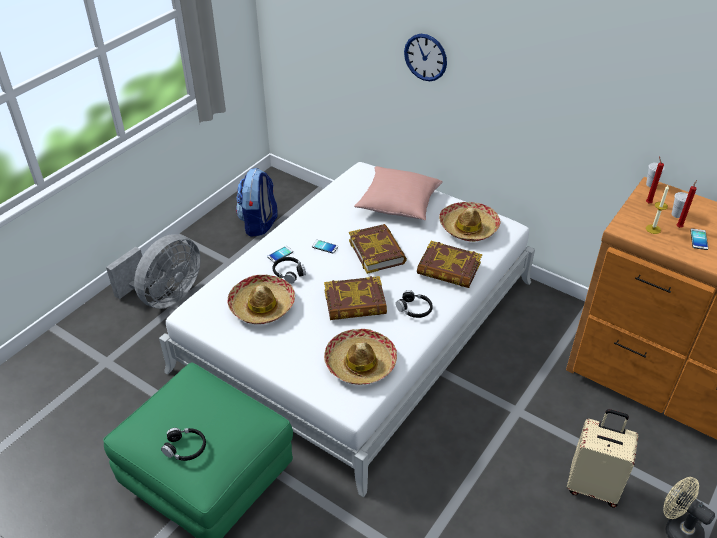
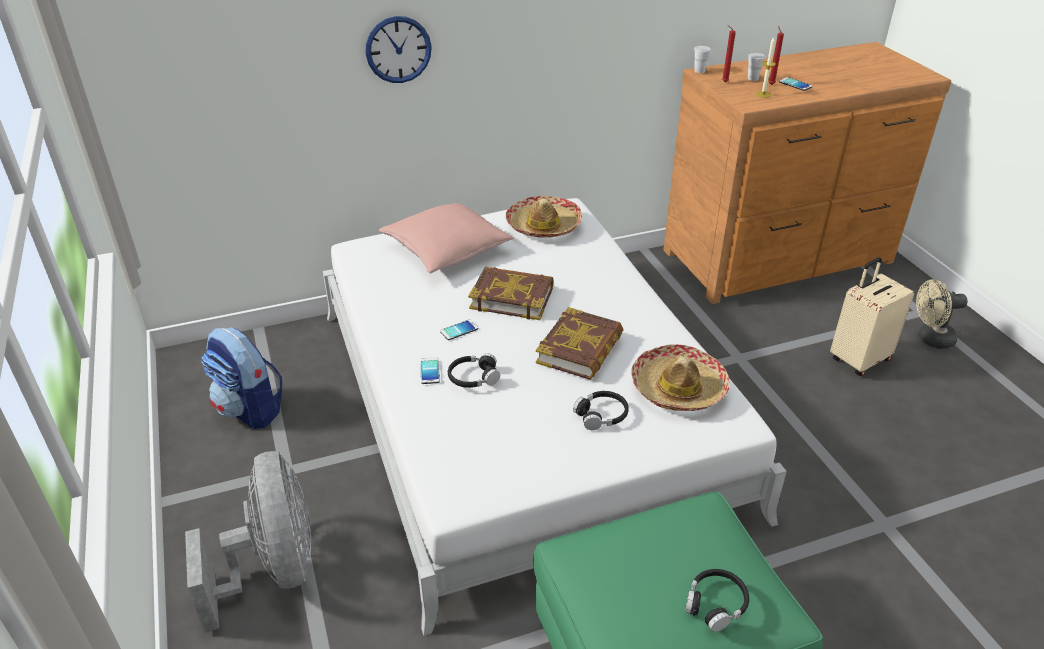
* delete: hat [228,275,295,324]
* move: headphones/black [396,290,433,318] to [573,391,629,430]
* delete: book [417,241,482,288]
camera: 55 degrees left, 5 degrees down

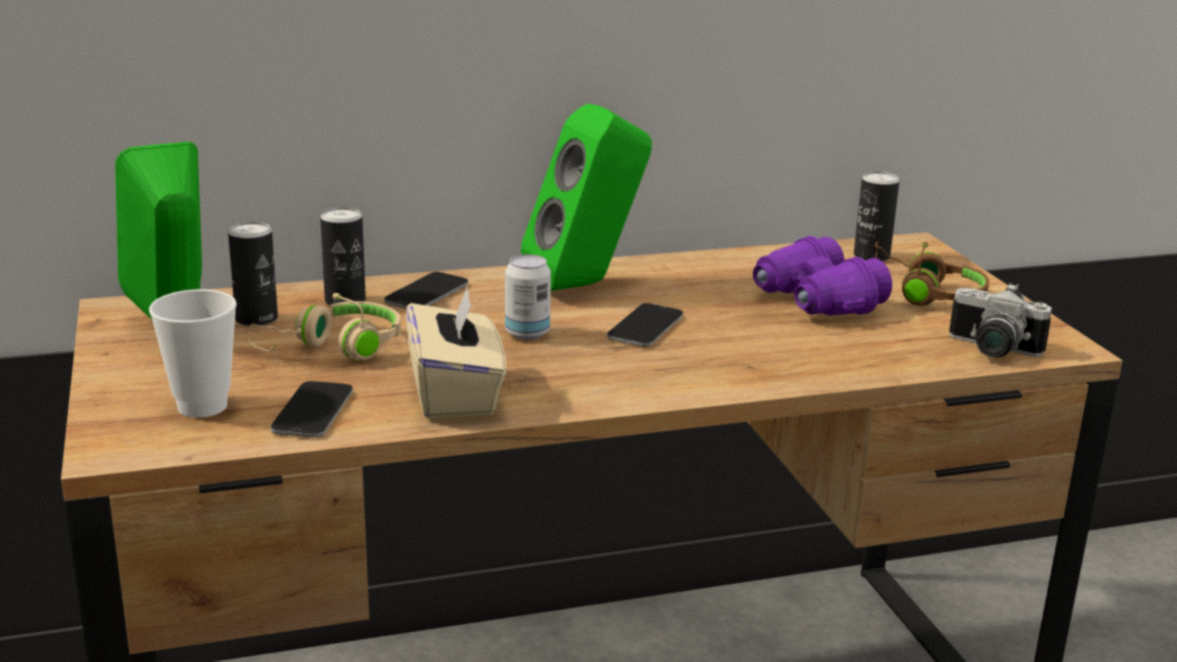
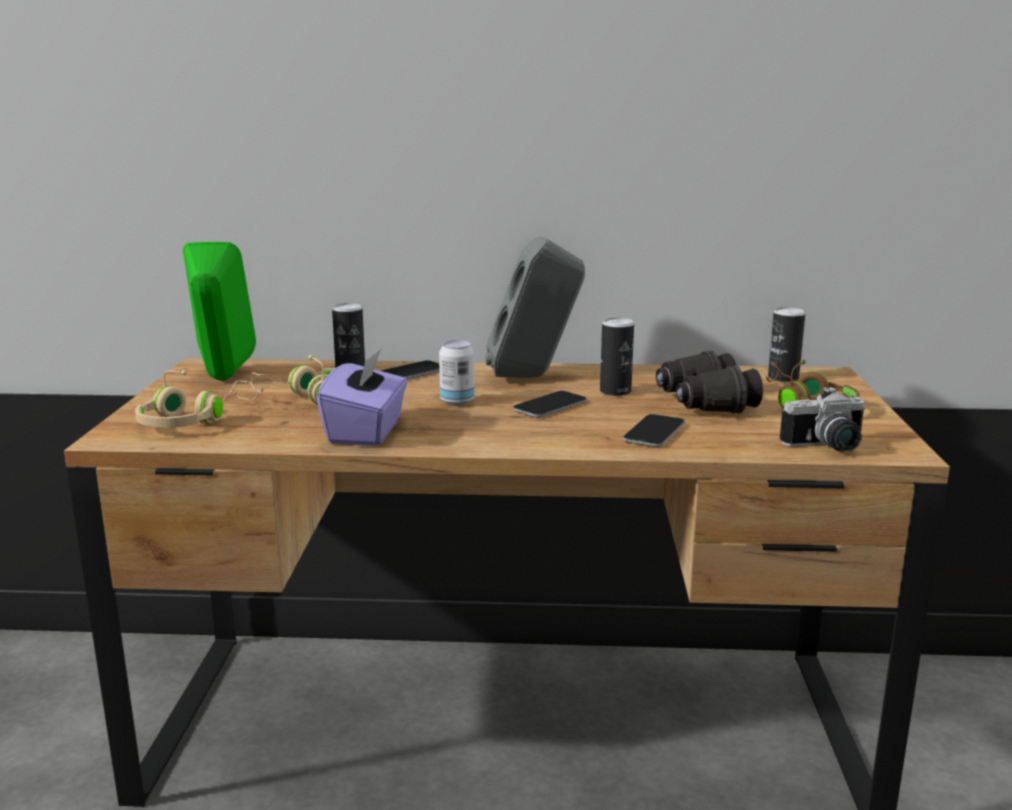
* replace: cup [149,289,237,418] to headphones/beige [135,370,257,428]
* move: can [228,222,278,326] to [600,318,634,396]
* move: phone [270,381,353,437] to [623,414,684,447]
* recolor: tissue box/beige [406,285,506,419] to tissue box/purple [317,348,408,446]
* recolor: speaker/green [521,103,652,291] to speaker/grey [485,236,585,378]
* recolor: binoculars/purple [753,236,892,316] to binoculars/black [656,351,763,414]
* rotate: photo camera [949,283,1052,358] = [780,387,865,452] 60 degrees counterclockwise
camera: 20 degrees right, 5 degrees down

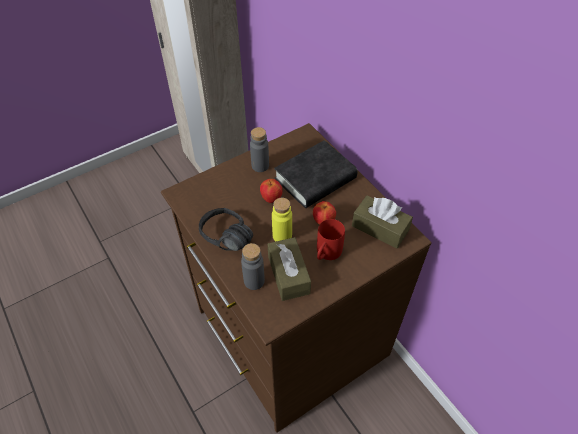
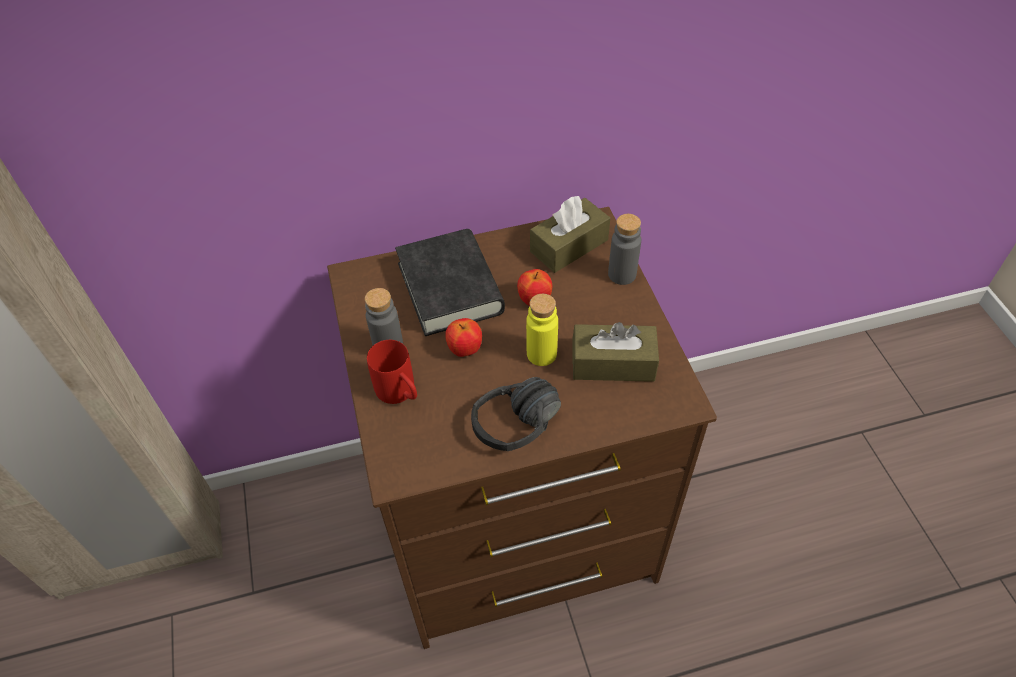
* move: bottle/grey [241,243,265,290] to [608,214,641,285]
* move: mug/red [317,219,345,260] to [367,340,417,404]
camera: 70 degrees left, 0 degrees up

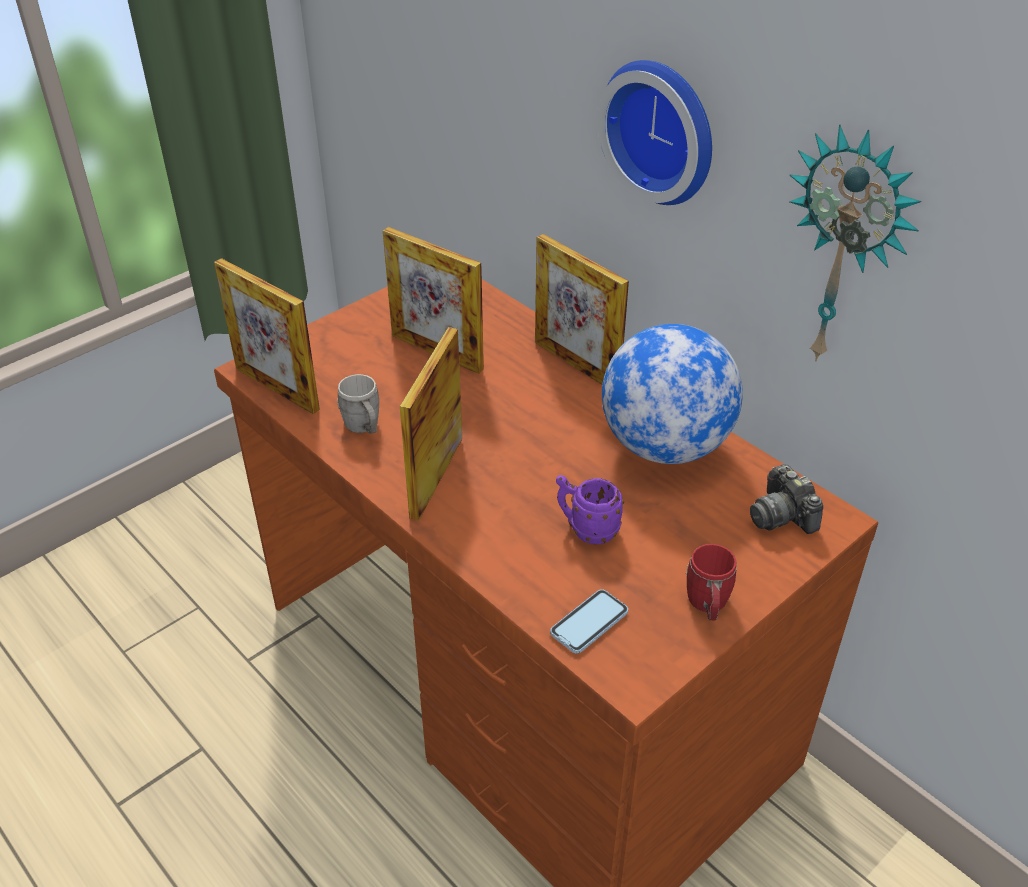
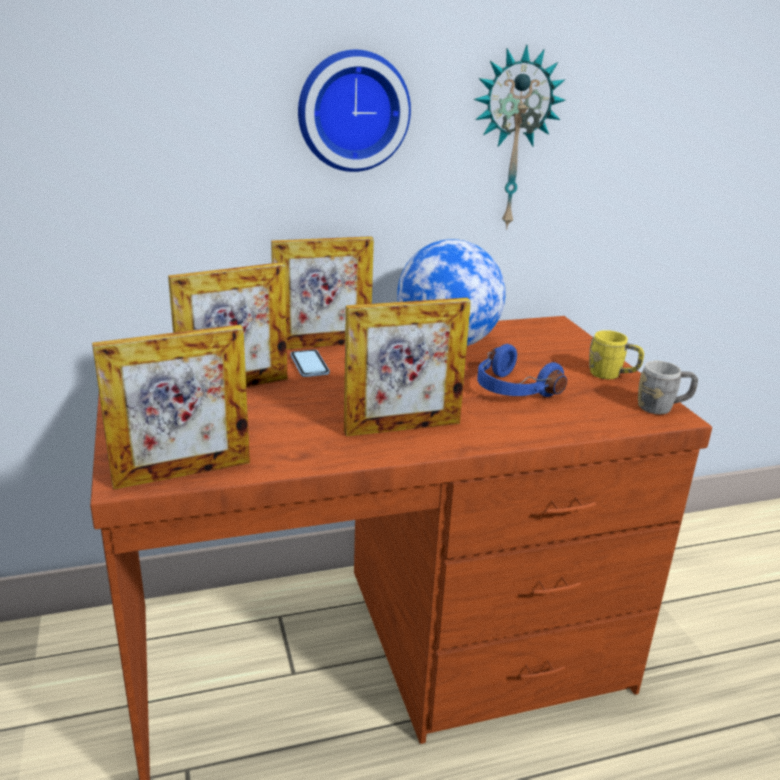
* move: mug/grey [337,374,379,434] to [638,361,698,415]
* rotate: picture frame [400,327,462,520] = [344,298,471,437] 60 degrees counterclockwise
* move: phone [550,589,628,653] to [290,350,330,377]
* replace: mug/purple [556,475,624,544] to headphones/blue [477,344,567,397]
* recolor: mug/red [686,544,737,621] to mug/yellow [589,330,644,379]
* delete: photo camera [750,464,823,534]
camera: 65 degrees left, 15 degrees down

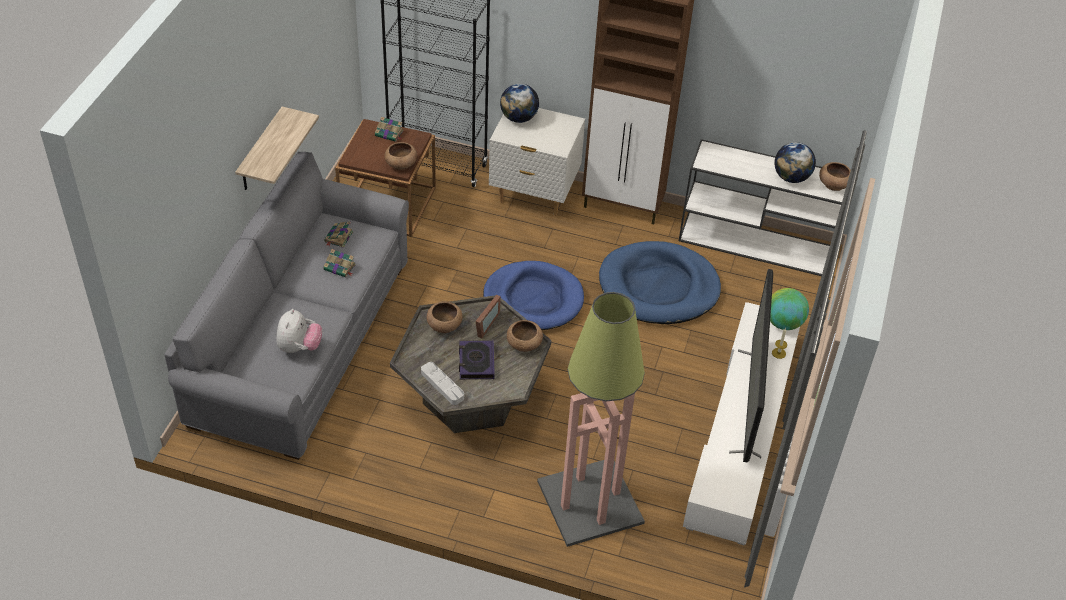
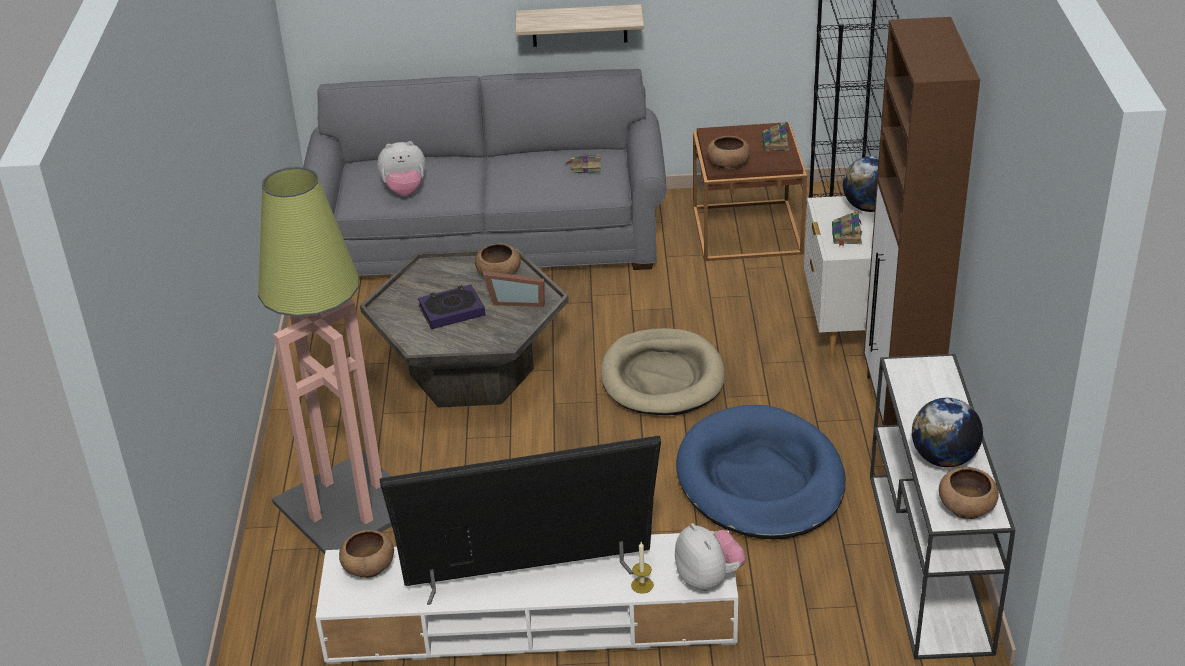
* move: book [324,249,356,277] to [832,211,862,246]
* delete: tray/grey [421,362,464,405]
* recolor: dog bed/blue [483,261,584,330] to dog bed/beige [601,328,725,415]
* move: bowl/brown [507,320,543,352] to [339,530,394,578]
* replace: globe [770,288,809,330] to plush toy [675,523,746,591]
camera: 75 degrees right, 10 degrees down

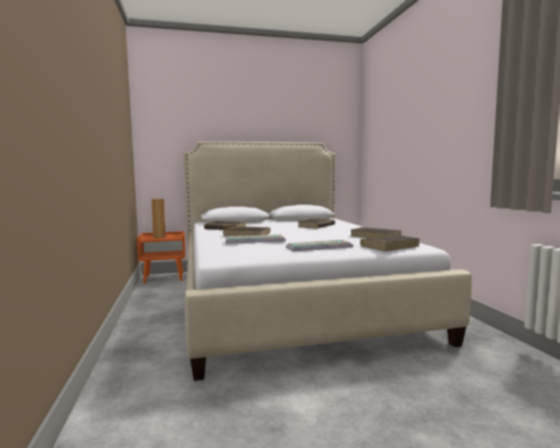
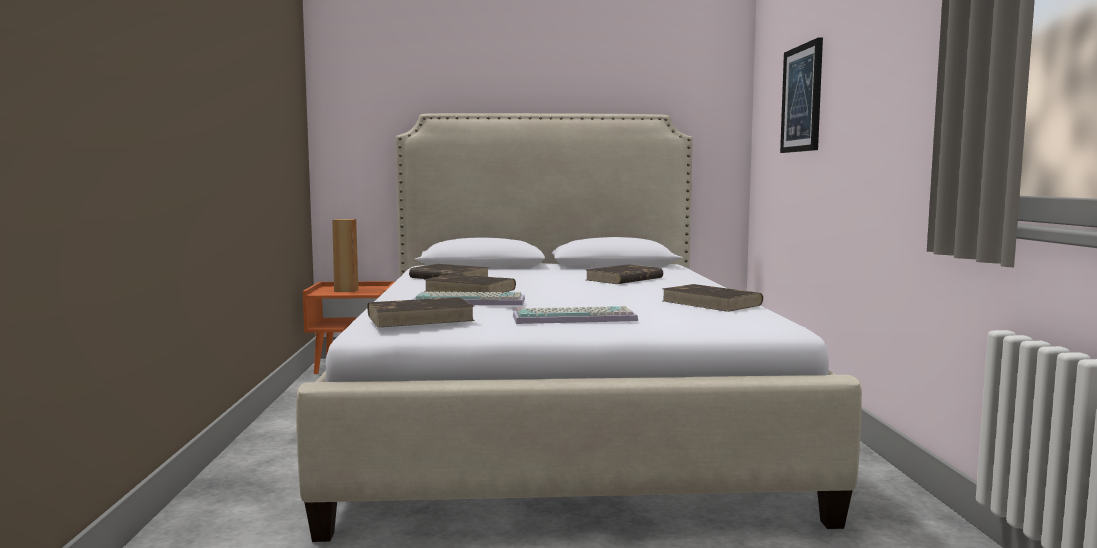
* move: book/brown [360,235,420,252] to [368,297,475,328]
* insert: picture [780,38,823,153]
camera: 10 degrees right, 0 degrees up

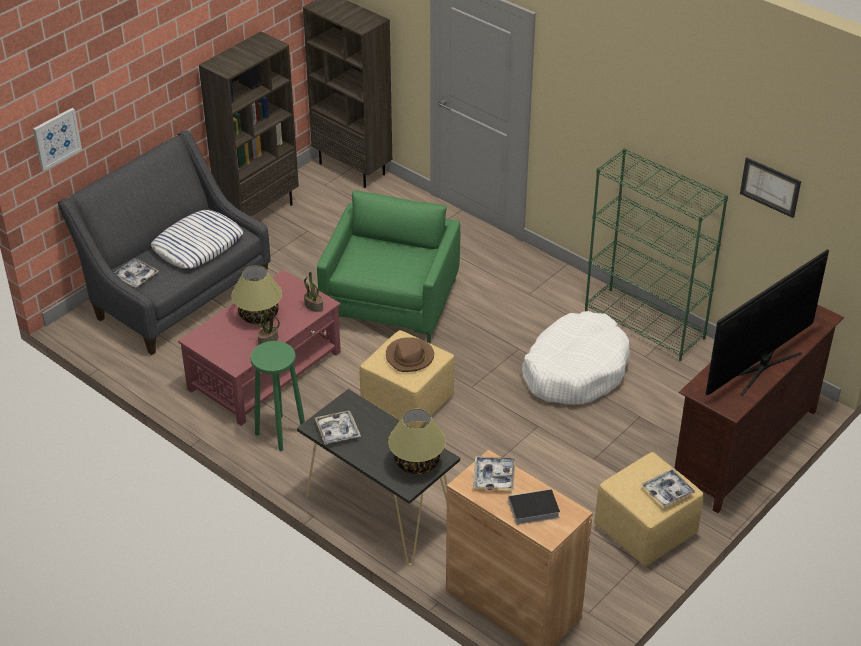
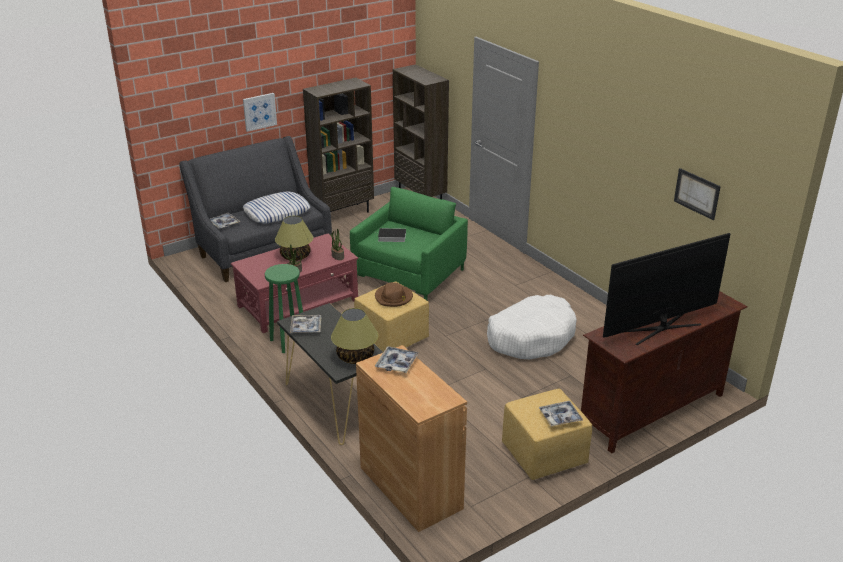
* move: picture [33,108,82,171] to [243,93,277,132]
* move: book [501,489,560,525] to [375,228,406,242]
* delete: bookcase/green [585,148,728,361]
camera: 15 degrees right, 10 degrees down

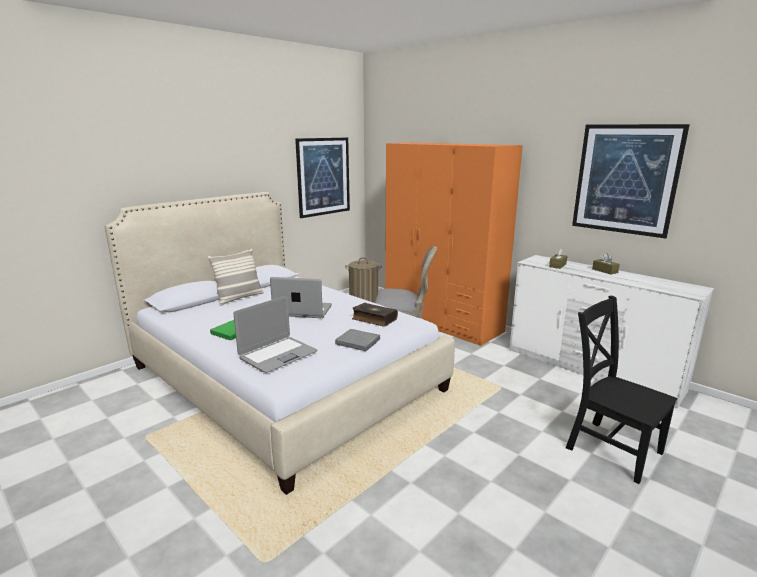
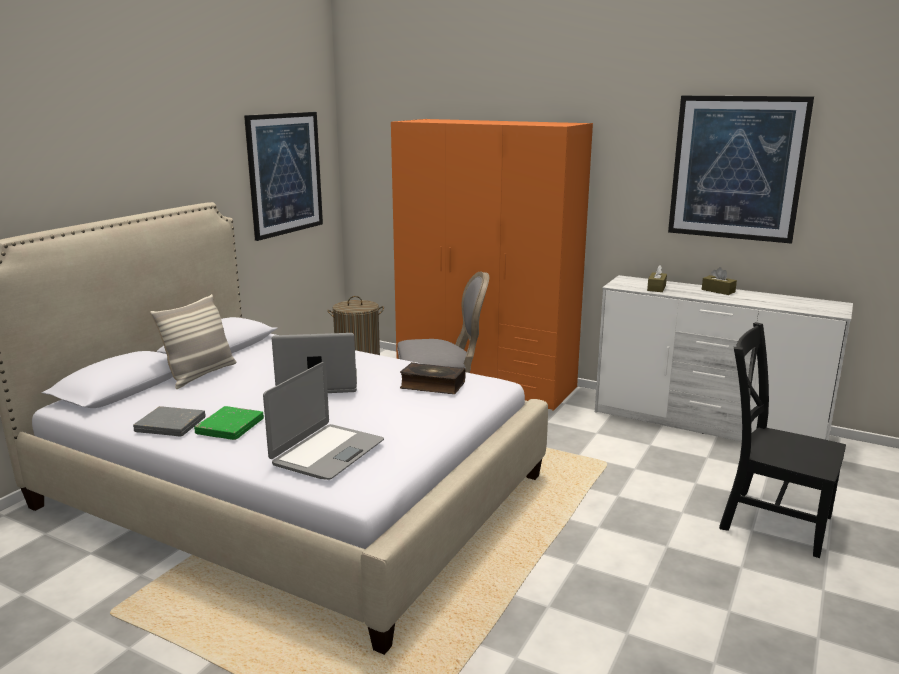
* move: book/grey [335,329,380,351] to [133,406,206,436]
camera: 15 degrees left, 0 degrees up

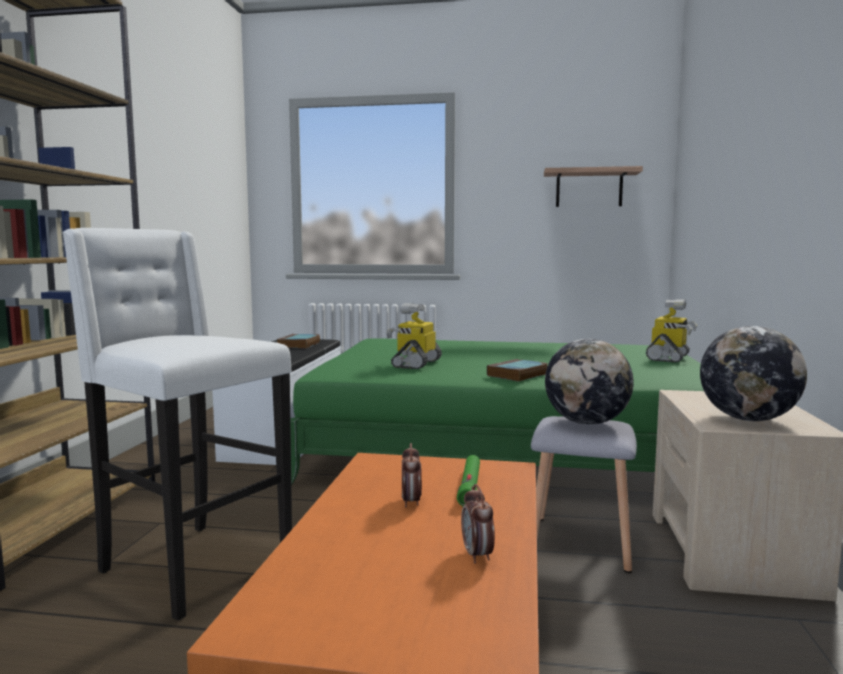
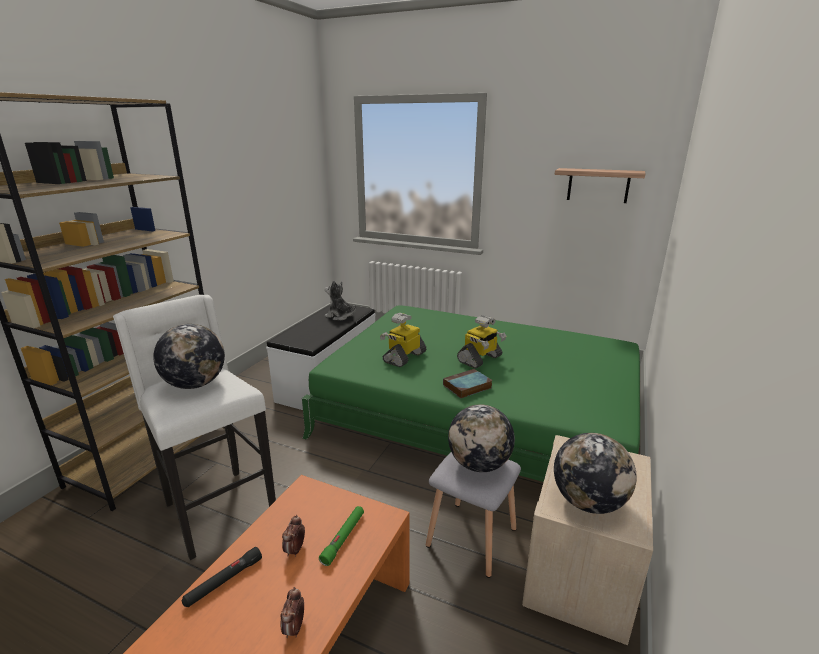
* replace: book [277,334,320,349] to plush toy [325,280,356,320]
* move: toy robot [646,299,697,363] to [457,315,506,369]
* insert: globe [153,324,225,389]
* insert: flashlight/black [182,547,262,607]
camera: 15 degrees right, 15 degrees up

